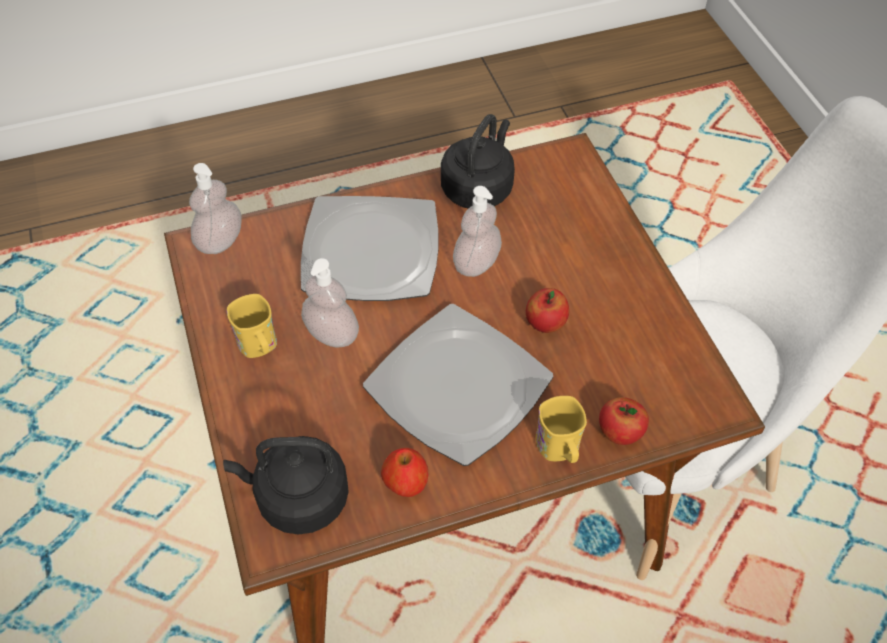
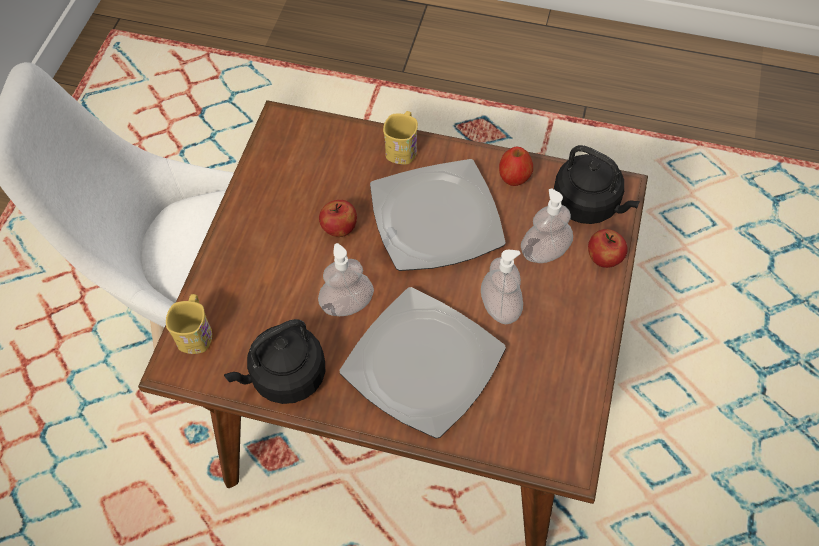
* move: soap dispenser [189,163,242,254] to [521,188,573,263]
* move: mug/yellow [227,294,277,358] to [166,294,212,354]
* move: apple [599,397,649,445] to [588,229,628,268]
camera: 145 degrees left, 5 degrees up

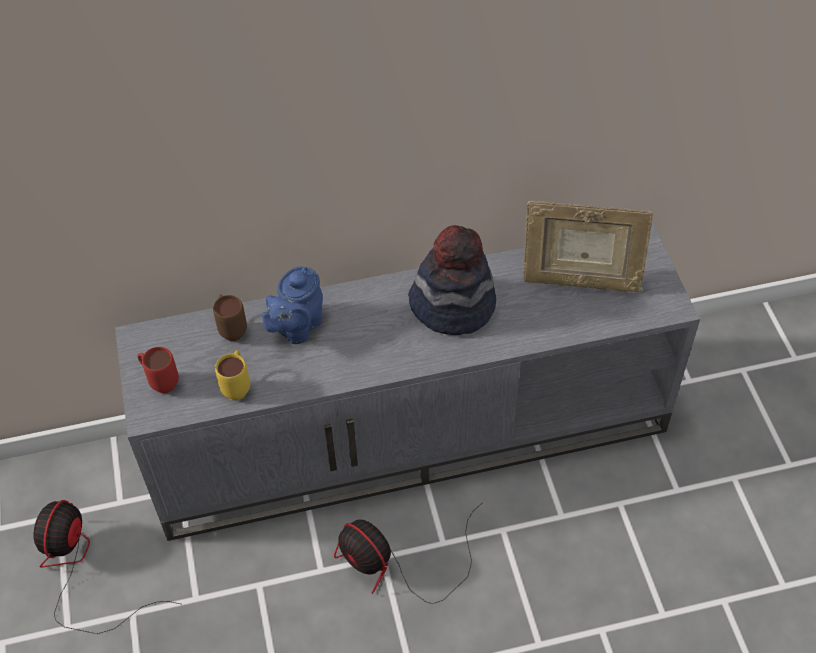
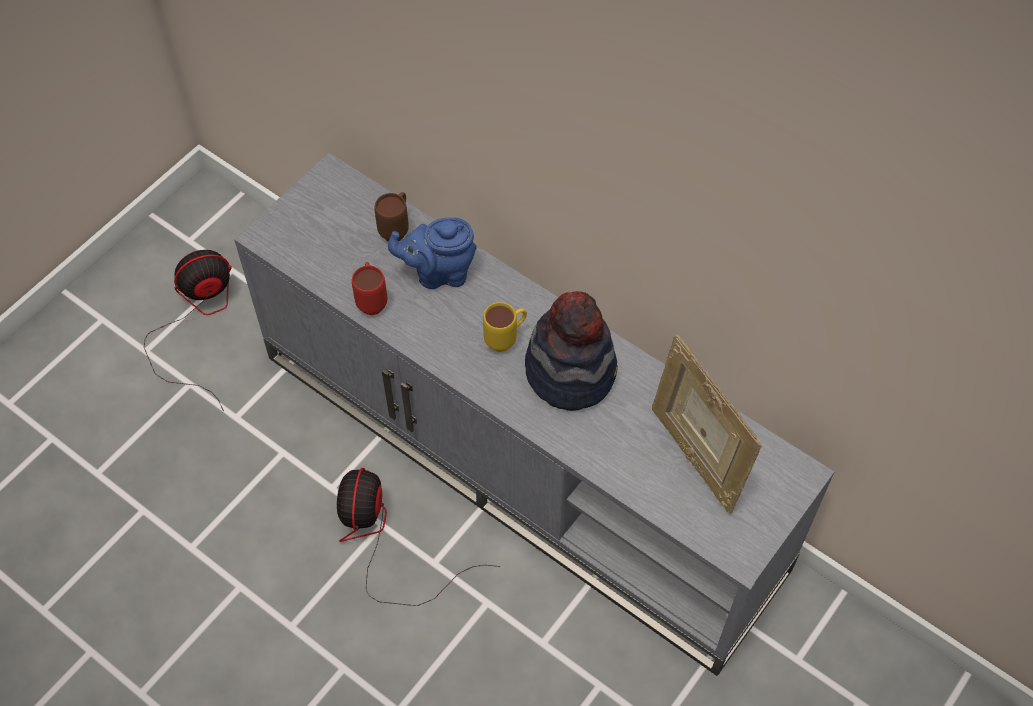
* move: mug/red [137,347,179,393] to [352,262,387,315]
* move: mug/yellow [215,350,250,400] to [483,302,527,352]
camera: 50 degrees right, 5 degrees up

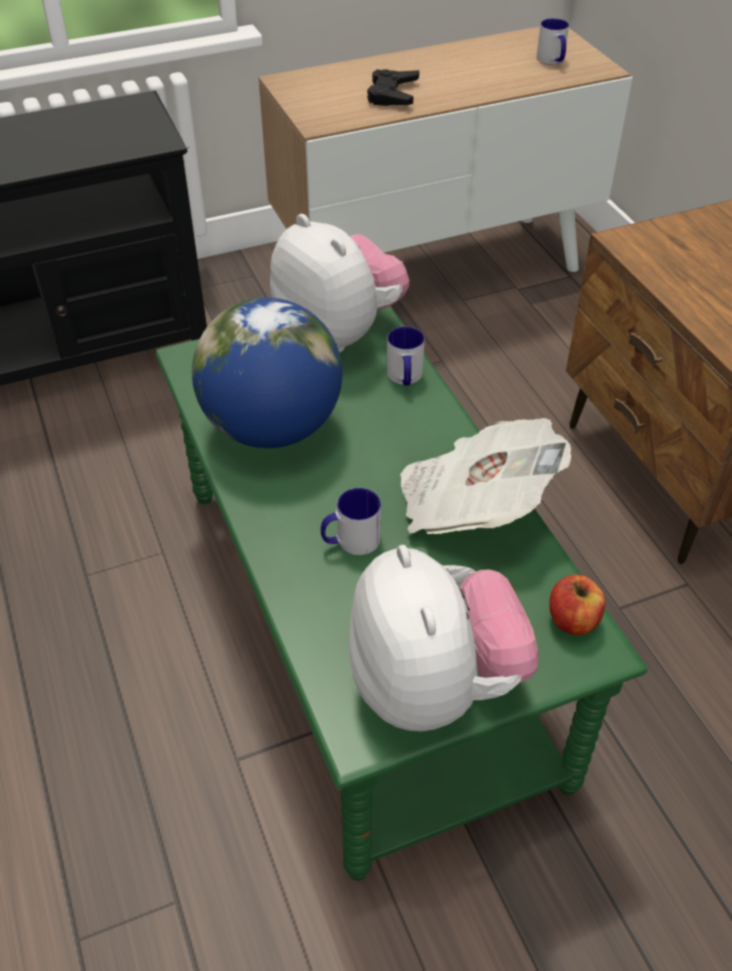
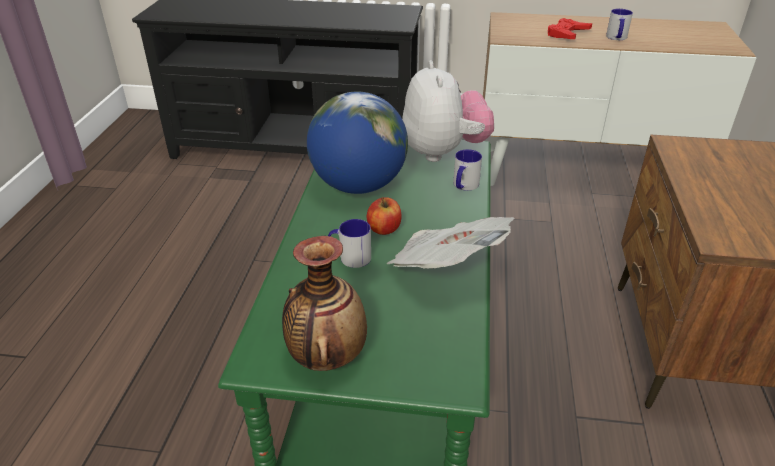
* replace: plush toy [349,545,538,732] to vase [282,236,367,371]
* recolor: game controller/black [367,69,419,106] to game controller/red [548,18,592,39]
* move: mug [536,18,569,65] to [606,9,633,40]
* move: apple [549,575,606,635] to [366,197,402,235]
camera: 30 degrees right, 10 degrees down

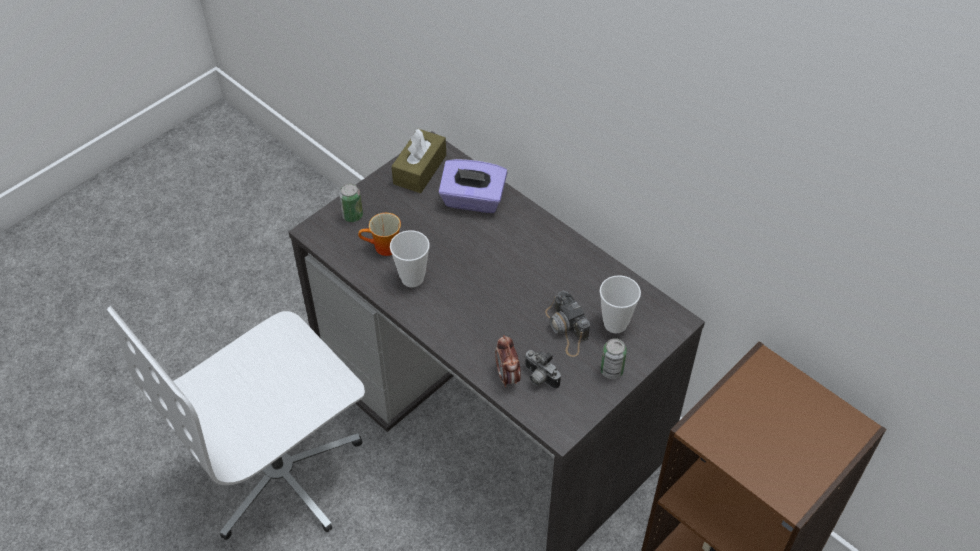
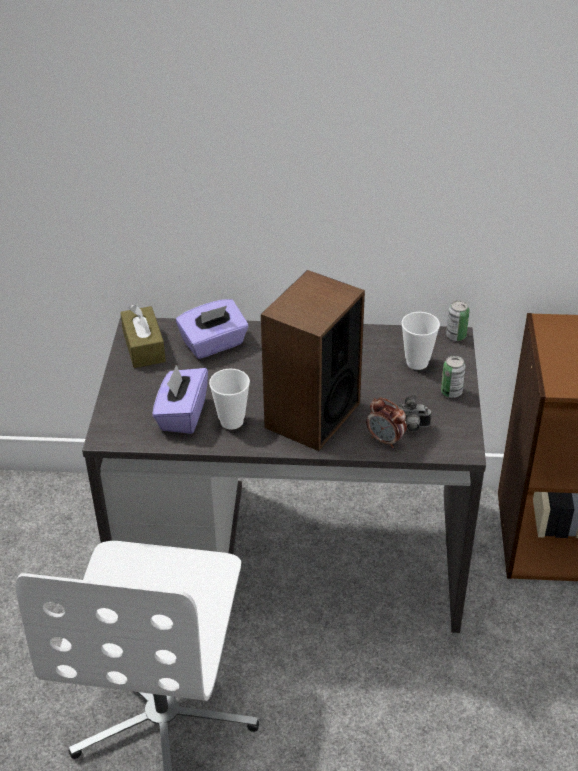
* move: can [339,183,363,222] to [446,301,470,341]
* replace: mug [358,213,401,256] to tissue box/purple [152,365,208,434]
* delete: photo camera [545,290,590,357]
* insert: speaker [261,270,365,451]
camera: 40 degrees left, 10 degrees down

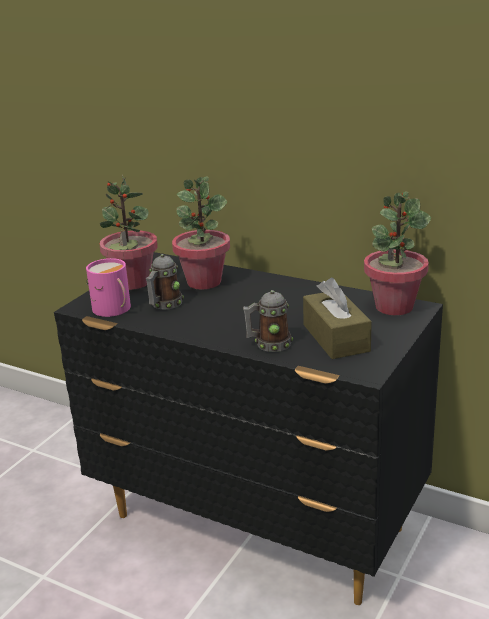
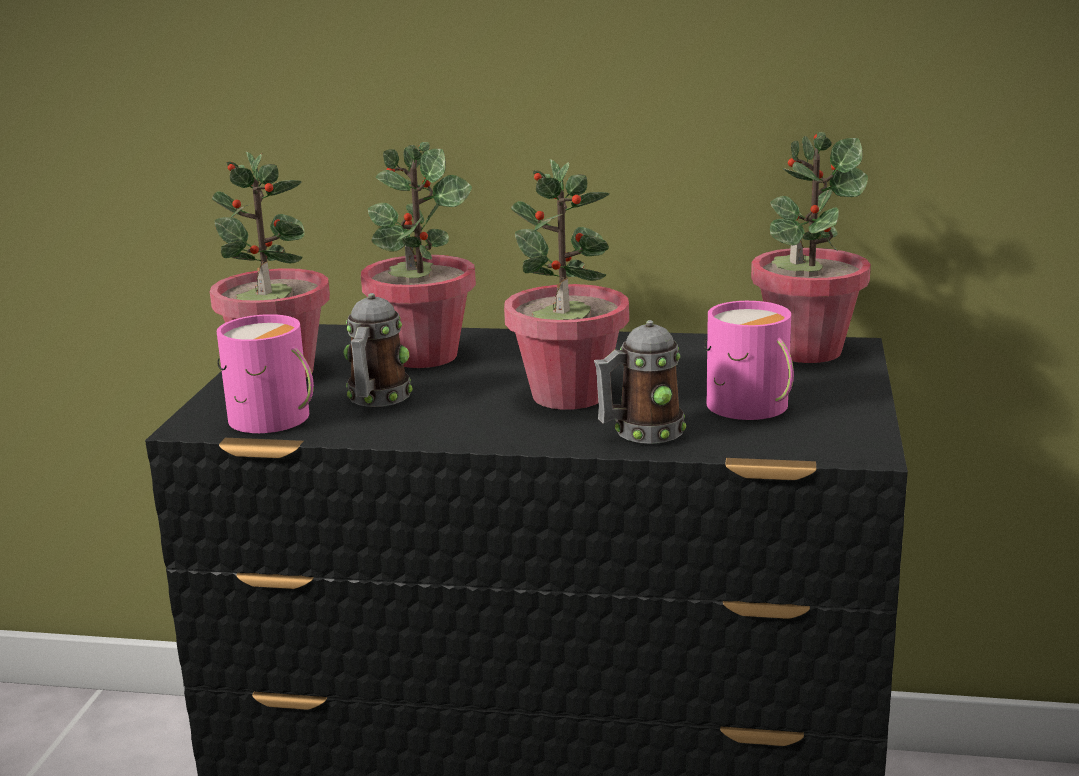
* replace: tissue box/brown [303,278,372,359] to mug/pink [704,301,794,420]
* insert: potted plant [504,159,629,410]
camera: 20 degrees left, 5 degrees down

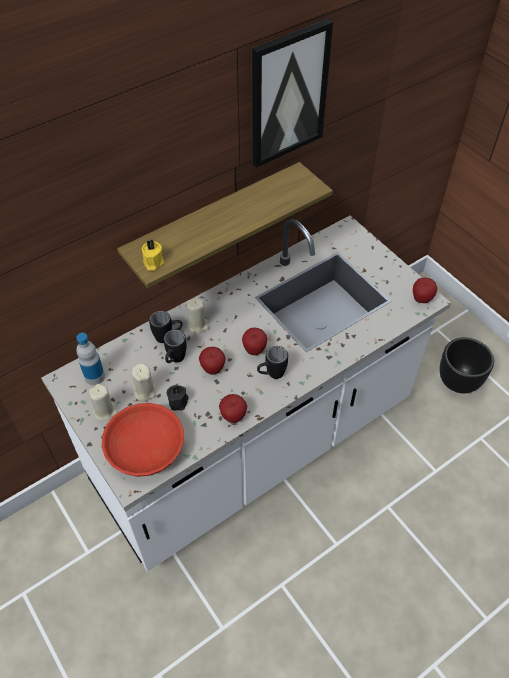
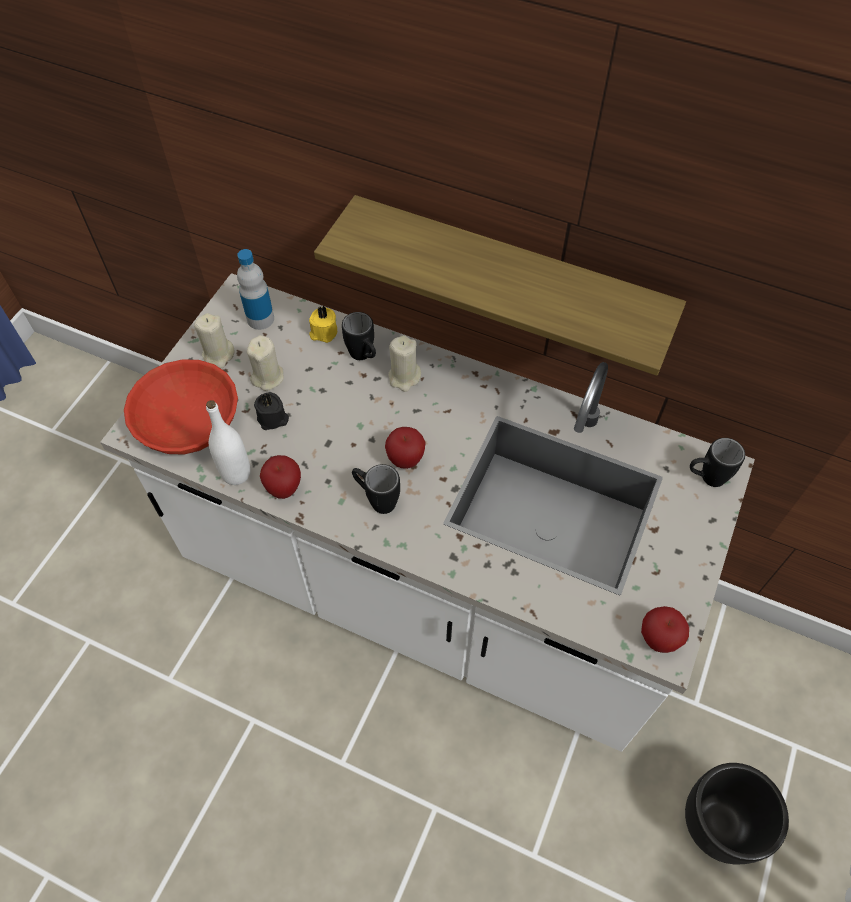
* move: candle/yellow [142,239,164,271] to [309,306,337,343]
* move: mug/black [164,330,187,363] to [690,438,745,487]
* delete: apple [199,347,226,375]
* delete: picture [252,19,333,168]
* insert: bottle/white [206,400,251,485]
camera: 60 degrees right, 5 degrees up

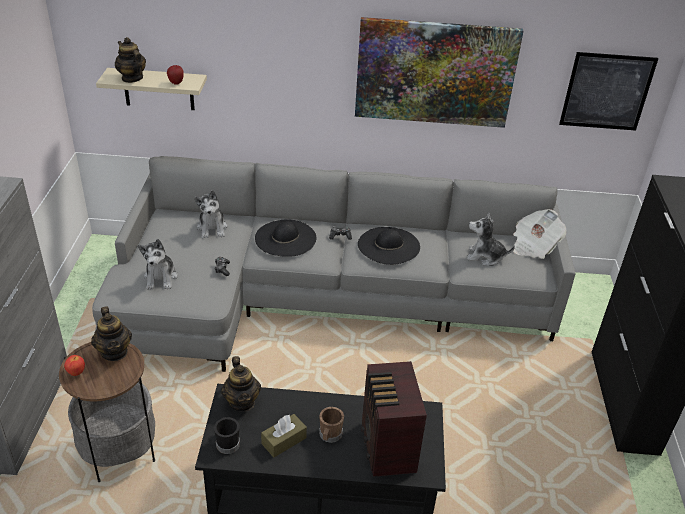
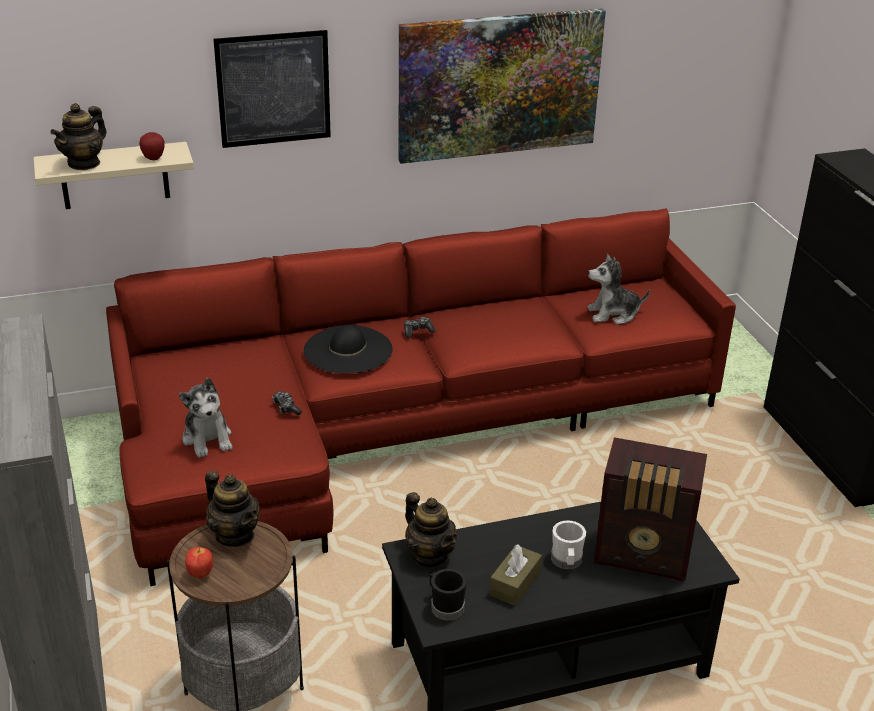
* recolor: sofa/grey [92,156,575,372] to sofa/red [106,208,736,586]
* rotate: teapot [115,37,146,83] = [50,103,107,170] 90 degrees counterclockwise
* delete: plush toy [194,190,228,239]
* recolor: mug/brown [319,407,344,443] to mug/white [551,520,586,569]
* delete: hat/black [358,227,420,265]
* rotate: radio [361,361,427,477] = [594,437,707,581] 45 degrees counterclockwise
* delete: newspaper [513,209,566,259]
* move: picture [559,52,658,131] to [213,30,331,148]
camera: 20 degrees left, 5 degrees down

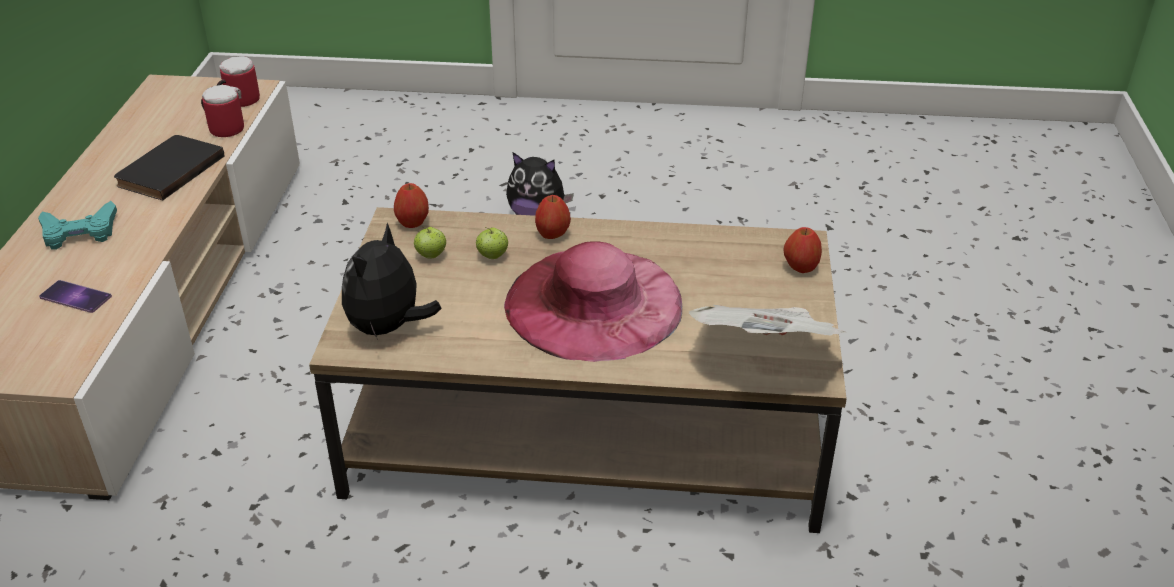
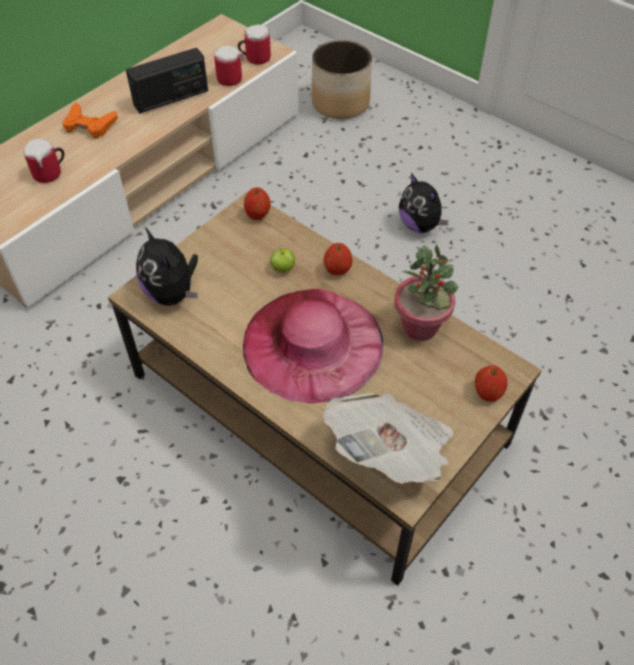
* recolor: game controller/turquoise [38,201,117,250] to game controller/orange [62,103,118,139]
* replace: phone [39,280,112,313] to mug [23,139,64,183]
* replace: book/black [114,135,225,200] to radio [126,48,208,114]
* rotate: plush toy [342,223,442,340] = [136,227,198,306] 90 degrees counterclockwise
* delete: apple [414,227,446,259]
* insert: planter [312,40,372,119]
* insert: potted plant [395,244,459,341]
camera: 35 degrees right, 15 degrees up

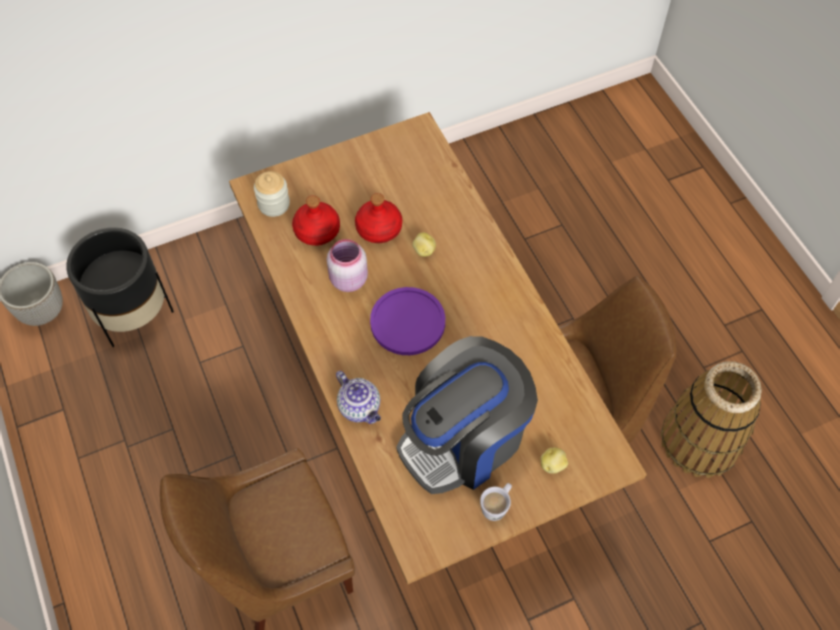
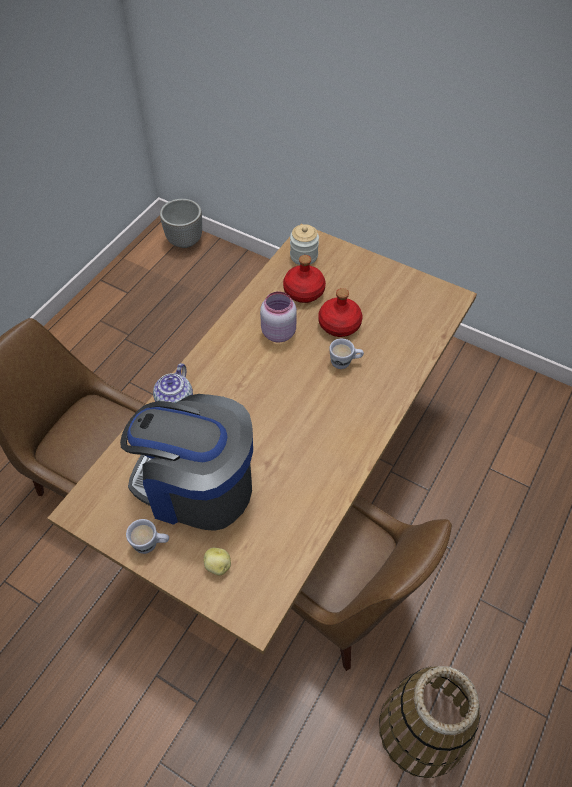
* delete: planter/black [66,227,174,347]
* delete: plate/purple [370,287,445,355]
* replace: potato [412,232,436,257] to mug/white [329,339,364,369]
camera: 55 degrees right, 5 degrees down

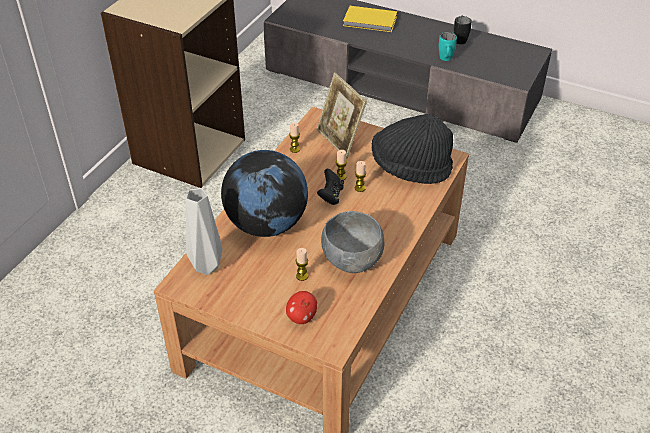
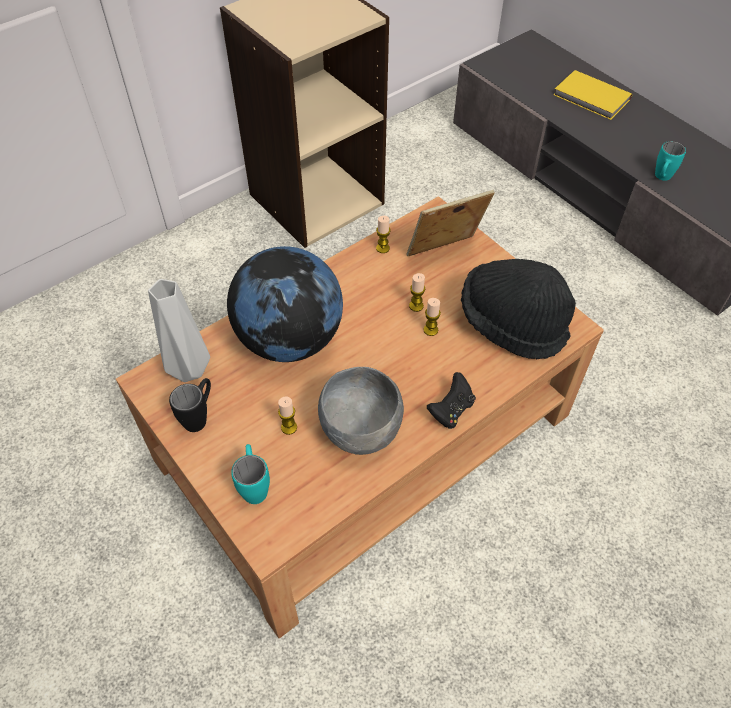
* replace: apple [286,291,317,324] to mug/turquoise [231,444,270,504]
* rotate: picture frame [317,73,367,159] = [406,190,495,256] 75 degrees clockwise
* move: game controller/black [317,169,344,205] to [427,372,476,429]
* move: mug/black [454,16,472,44] to [169,378,211,432]
camera: 25 degrees right, 10 degrees up

